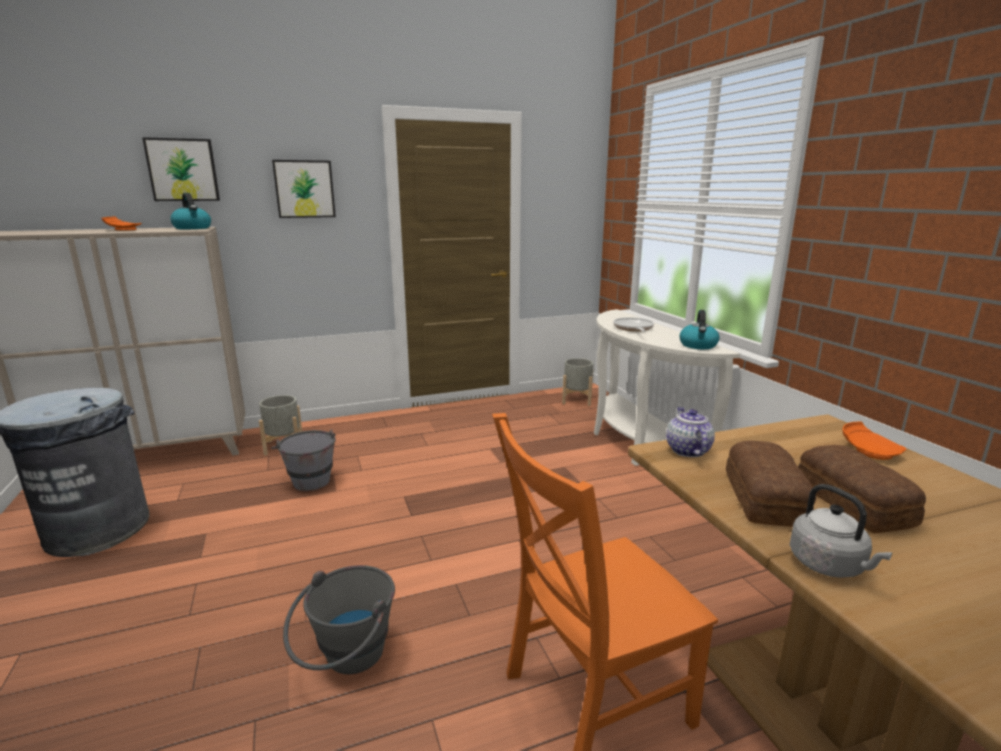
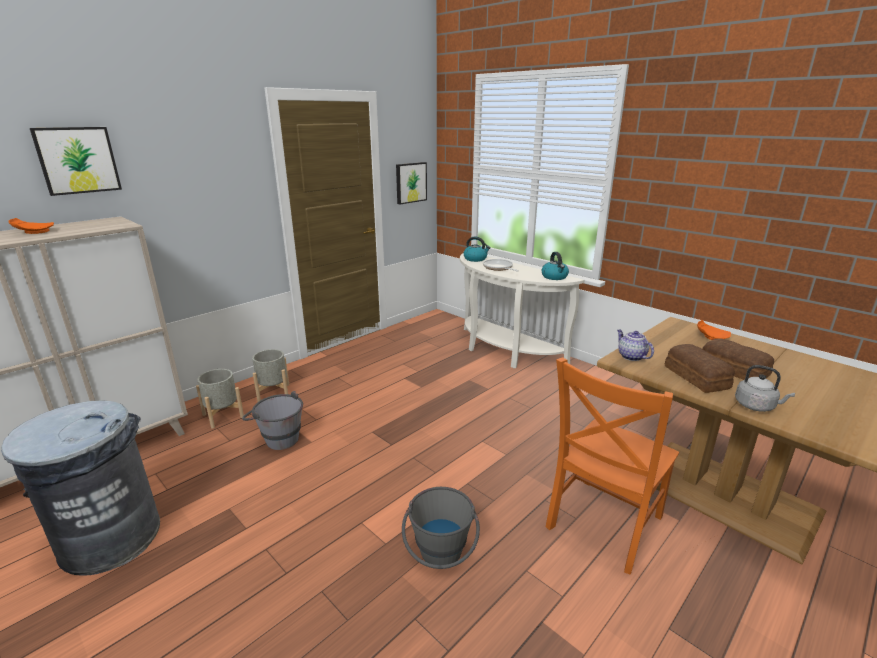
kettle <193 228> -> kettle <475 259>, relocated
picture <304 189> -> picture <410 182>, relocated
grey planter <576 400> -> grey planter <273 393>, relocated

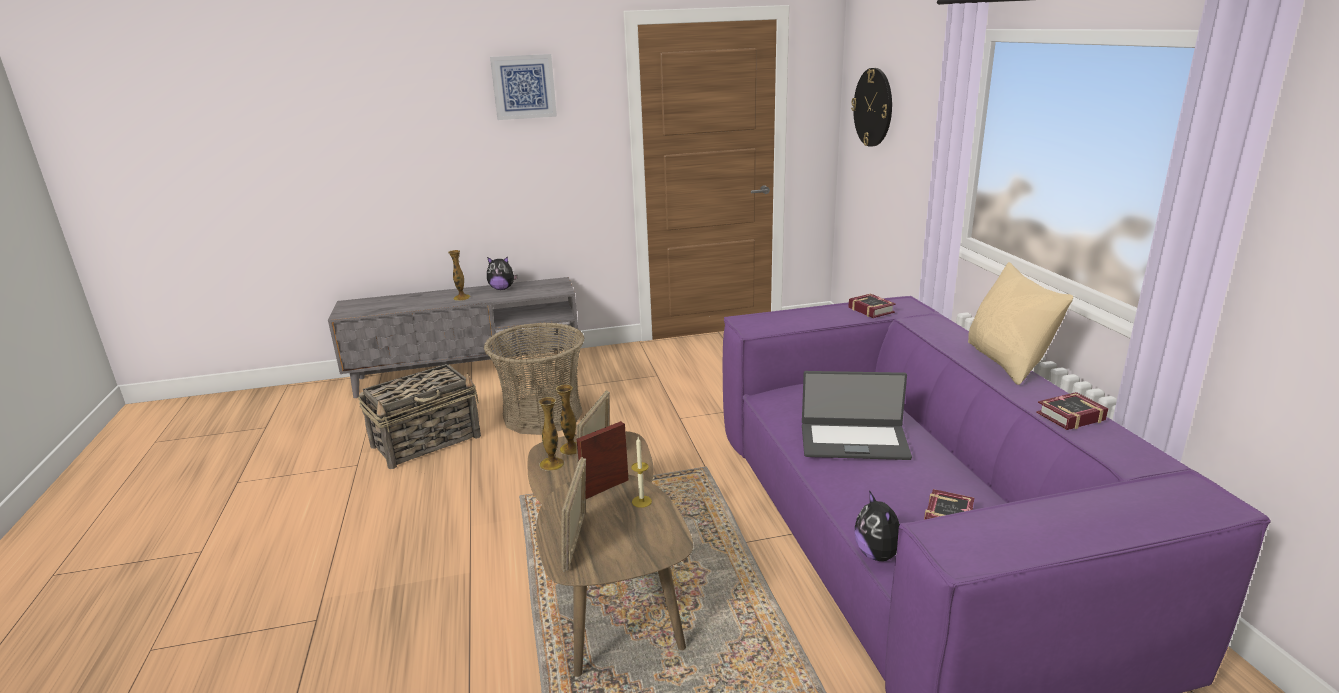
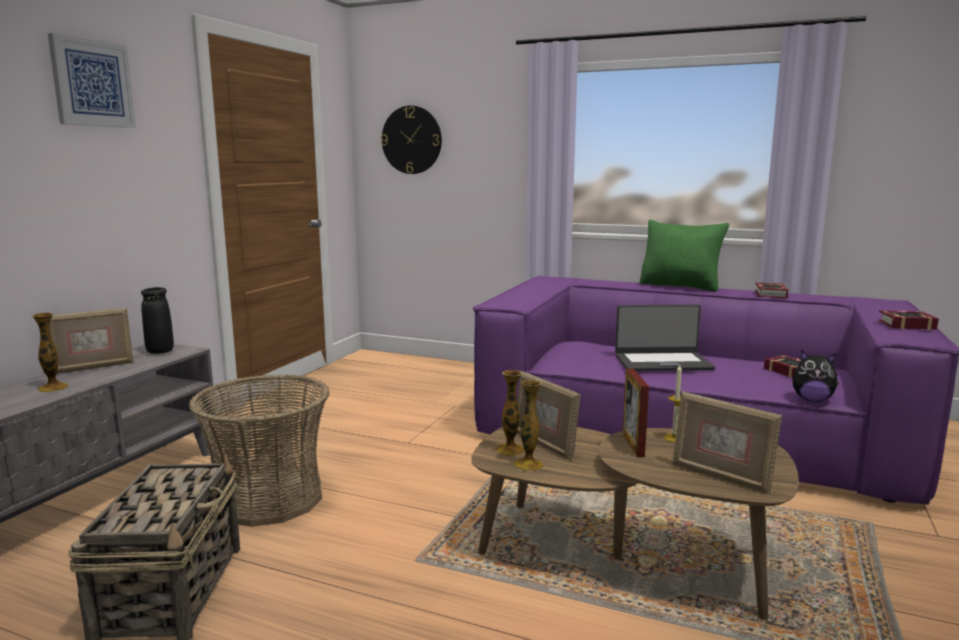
plush toy <502 289> -> picture frame <93 368>
laptop <853 441> -> laptop <662 362>, 45 degrees clockwise
book <870 309> -> book <903 325>, relocated
beige pillow <1007 362> -> green pillow <680 286>
none -> black vase <160 351>

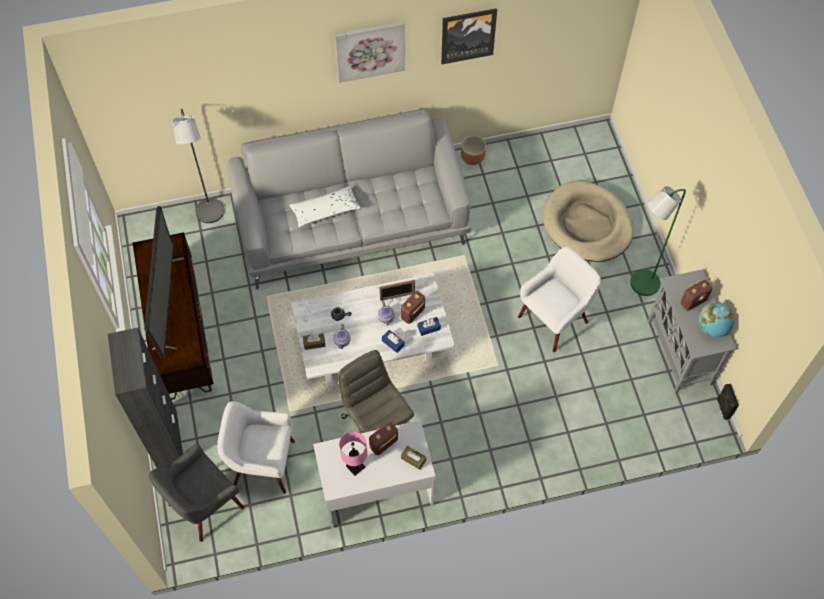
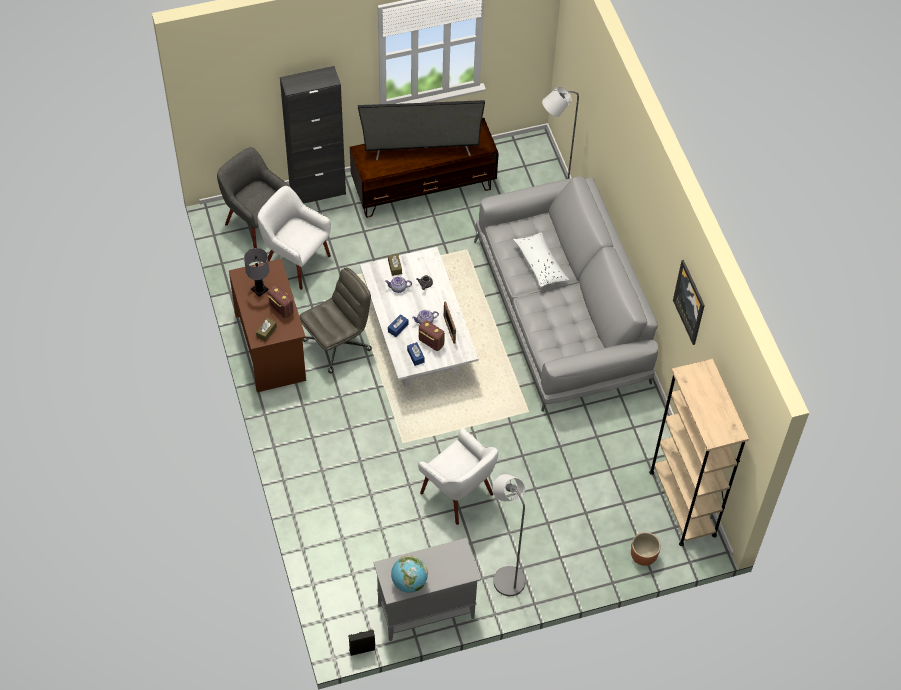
white armchair <263 463> -> white armchair <296 261>, 60 degrees counterclockwise
white desk <376 490> -> brown desk <271 347>
picture <370 50> -> none
pink table lamp <356 466> -> grey table lamp <259 290>
brown planter <472 157> -> brown planter <643 556>, relocated
beige dog bed <587 224> -> none
green floor lamp <640 285> -> grey floor lamp <505 576>
radio <693 301> -> none
none -> beige bookcase <682 503>

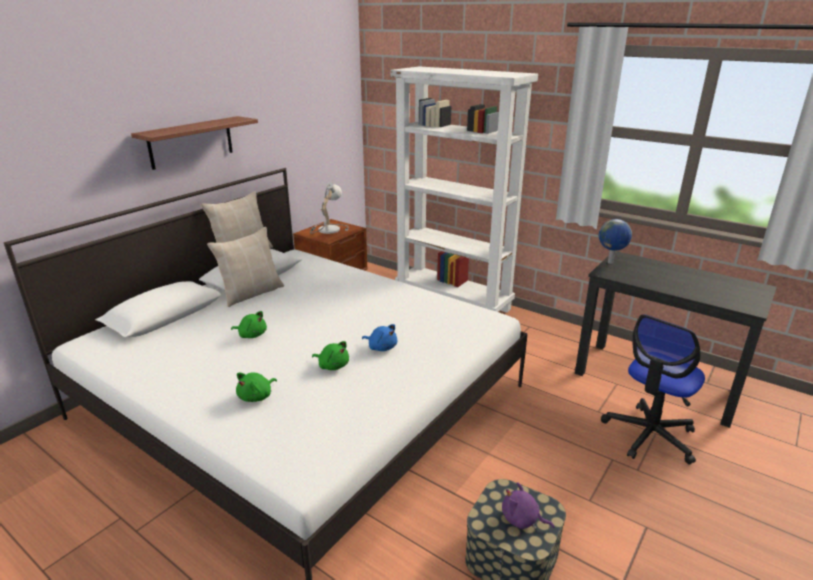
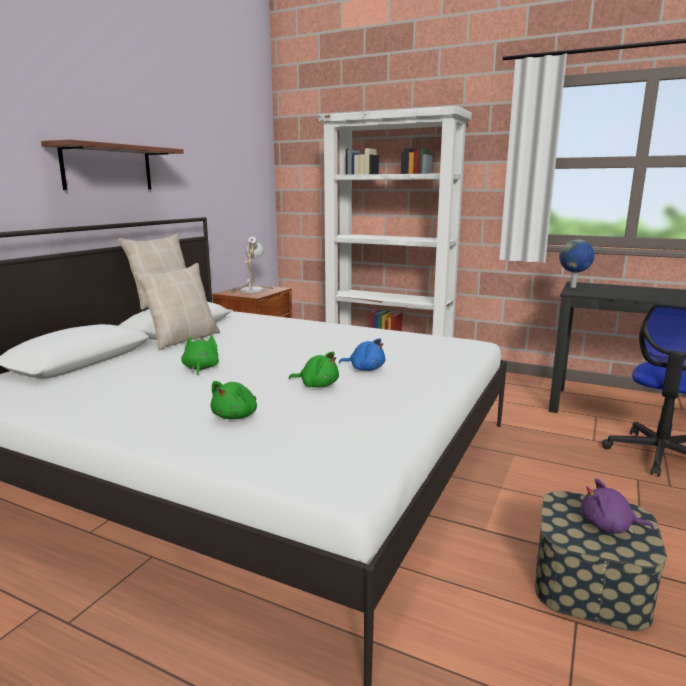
green plush toy <251 335> -> green plush toy <200 368>, 105 degrees counterclockwise

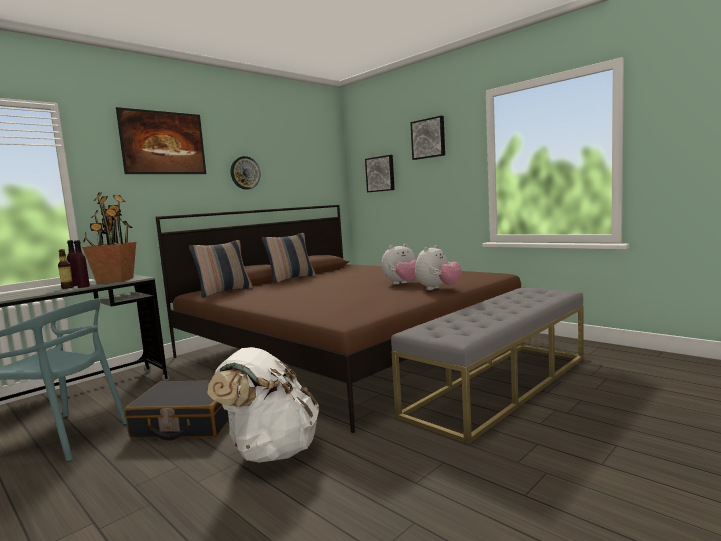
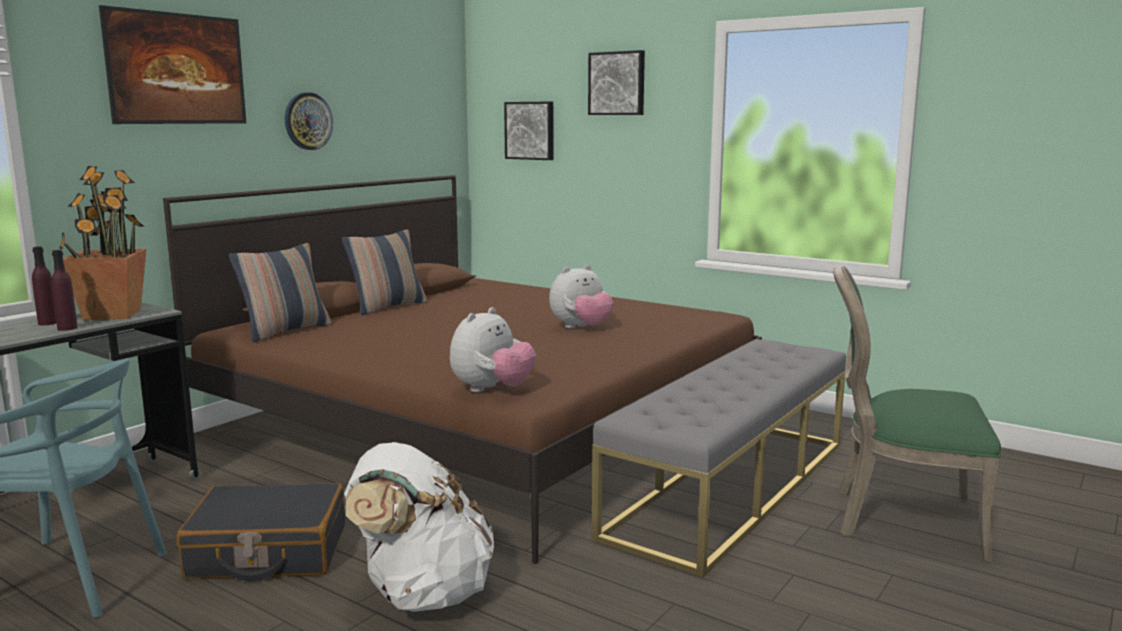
bottle <67 288> -> none
plush toy <438 289> -> plush toy <492 390>, relocated
none -> green chair <900 519>

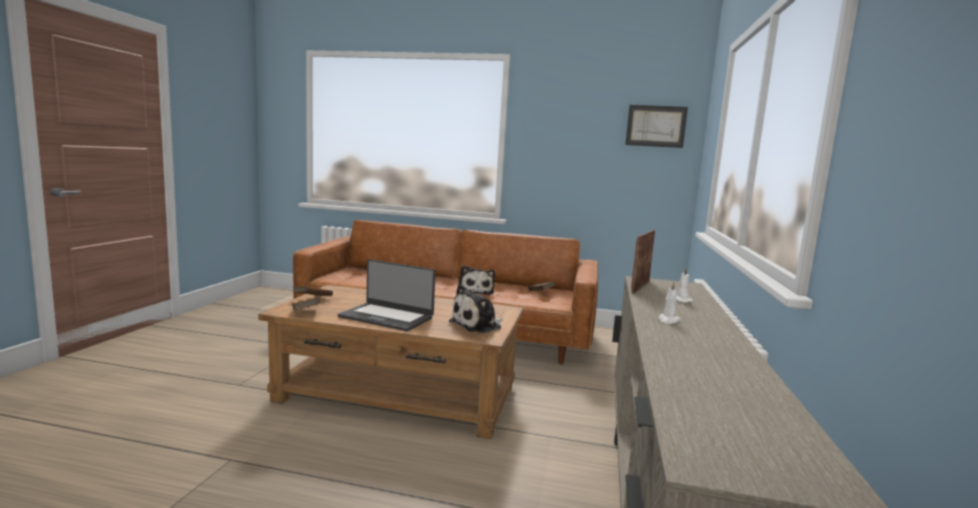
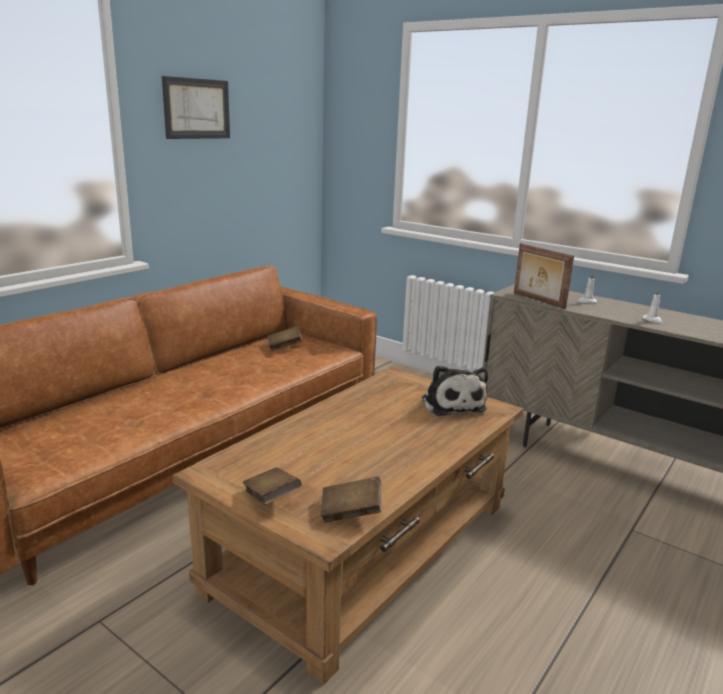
laptop <387 317> -> none
plush toy <475 291> -> none
picture <655 126> -> picture <197 109>, relocated

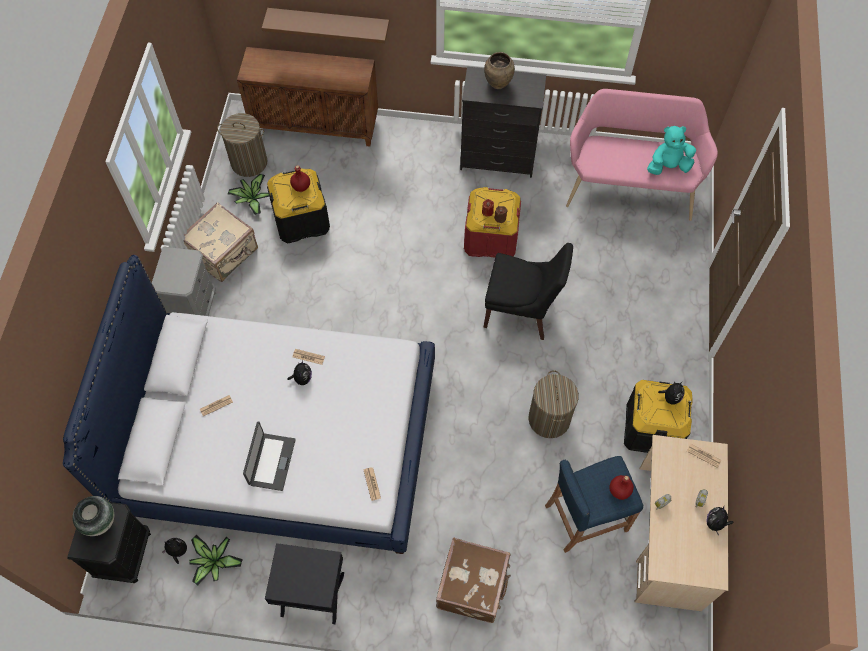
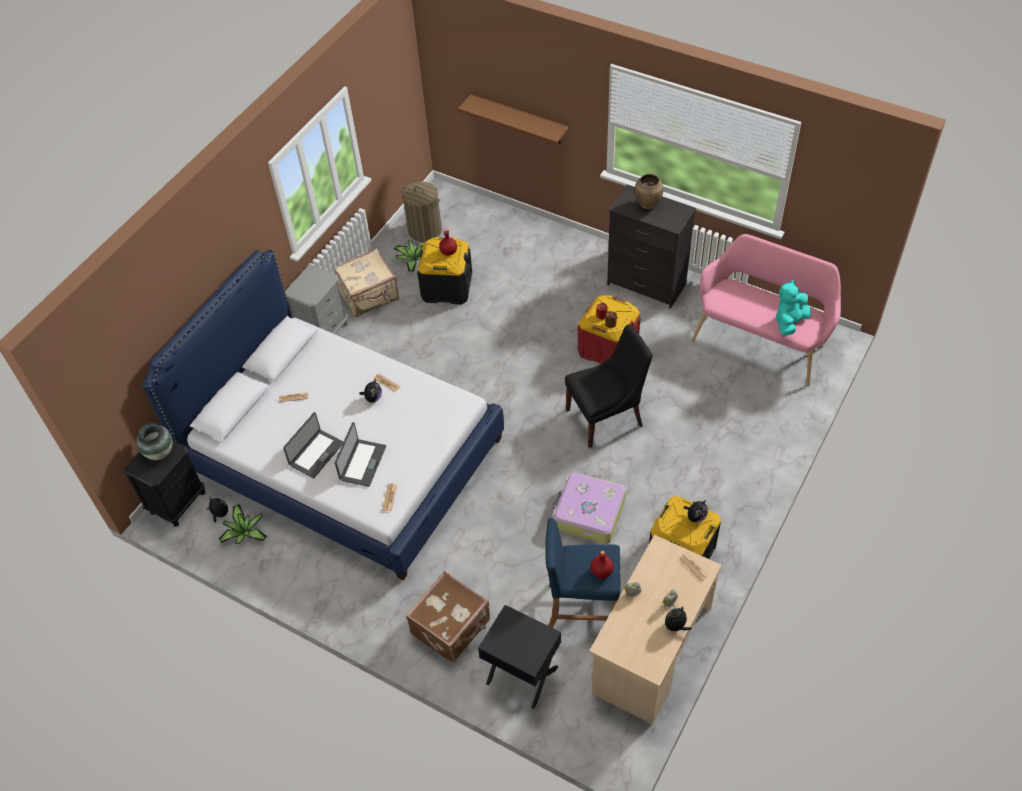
brown cabinet <316 125> -> none
black nightstand <312 595> -> black nightstand <521 676>, relocated
black chair <521 311> -> black chair <606 417>, 60 degrees counterclockwise
laundry basket <549 419> -> suitcase <588 514>
turquoise plush toy <668 166> -> turquoise plush toy <789 322>, 60 degrees counterclockwise
none -> laptop <362 463>

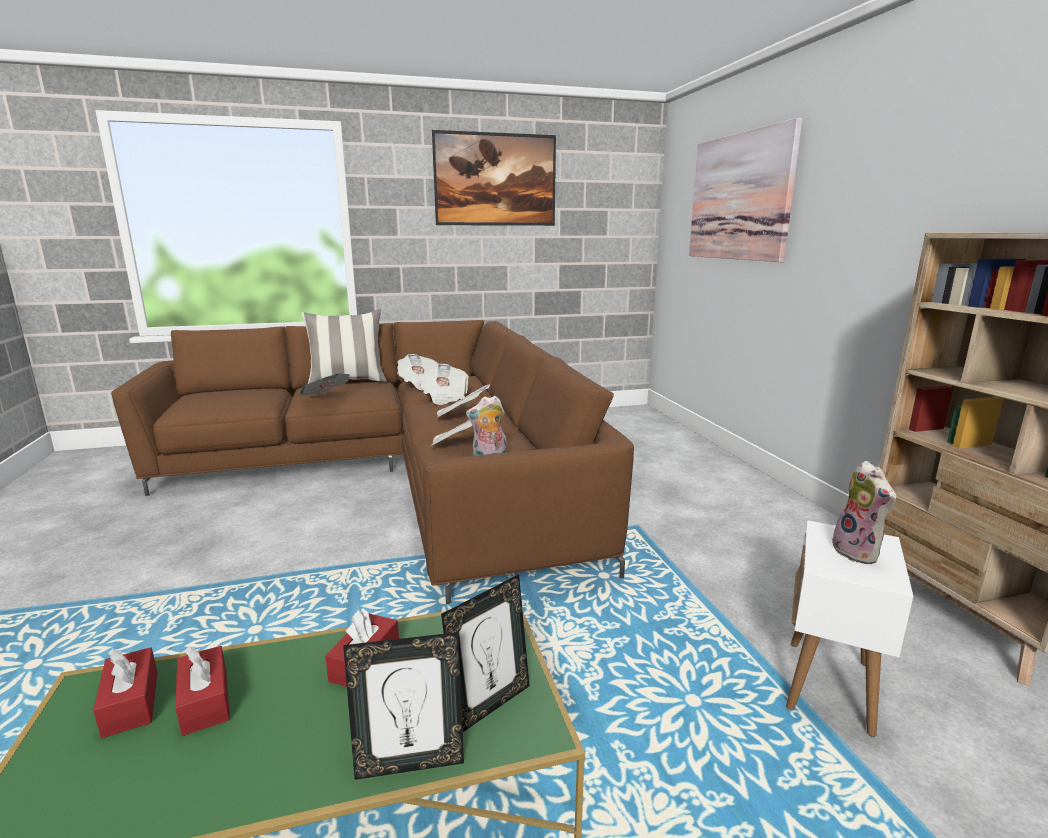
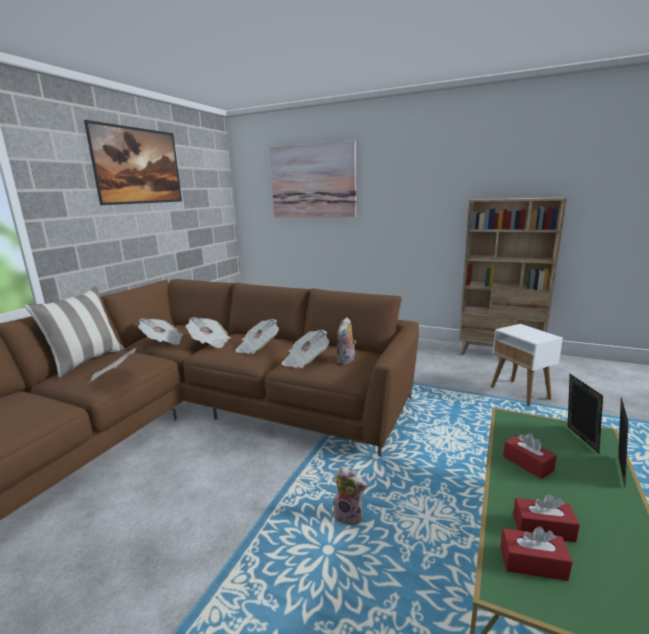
plush toy <859 553> -> plush toy <349 516>, relocated

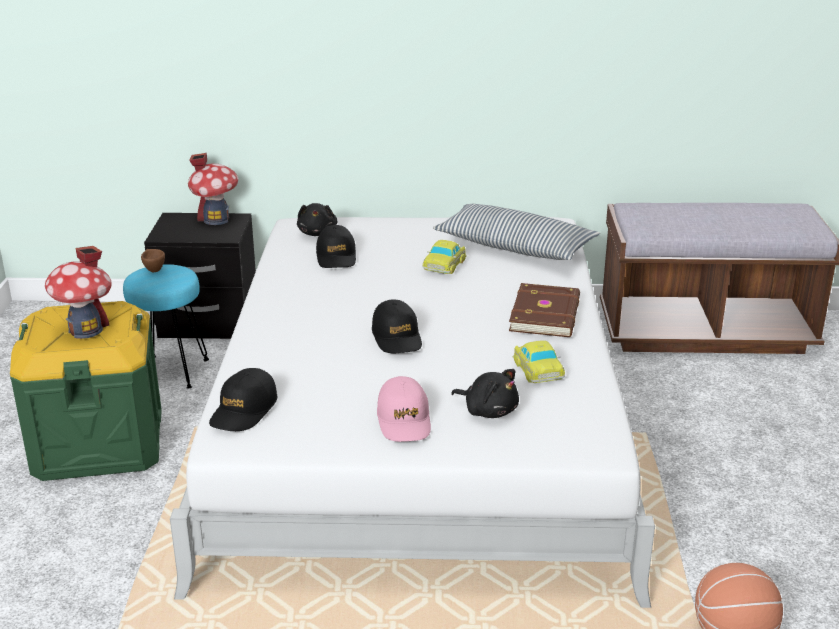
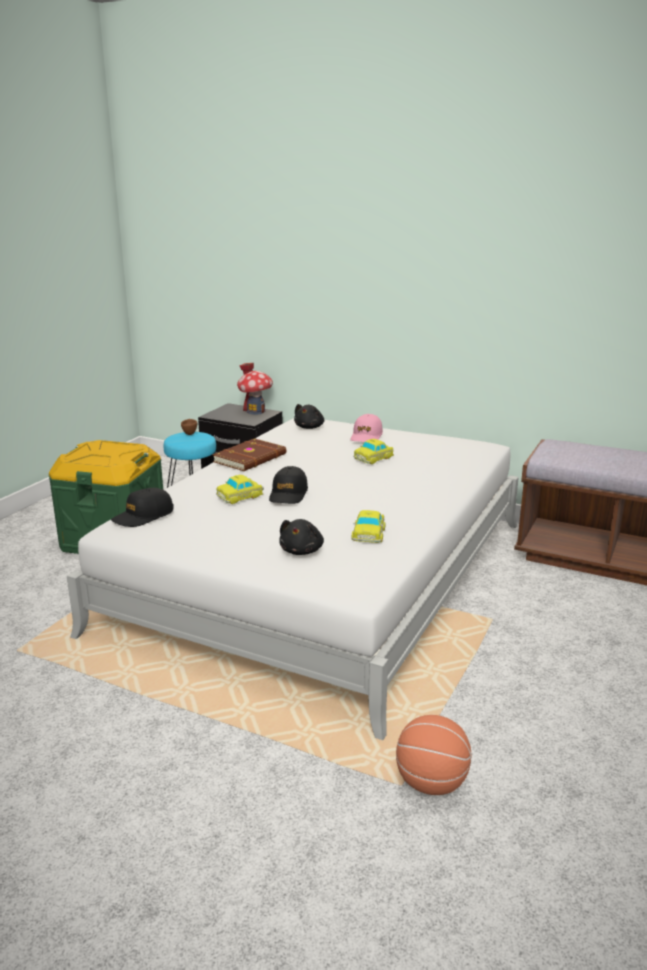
toy house <86 330> -> none
black cap <336 257> -> none
pink cap <404 420> -> pink cap <366 436>, relocated
pillow <515 247> -> none
black plush toy <488 411> -> black plush toy <302 551>, 45 degrees clockwise
brown book <547 314> -> brown book <251 458>, relocated
none -> toy car <240 496>

